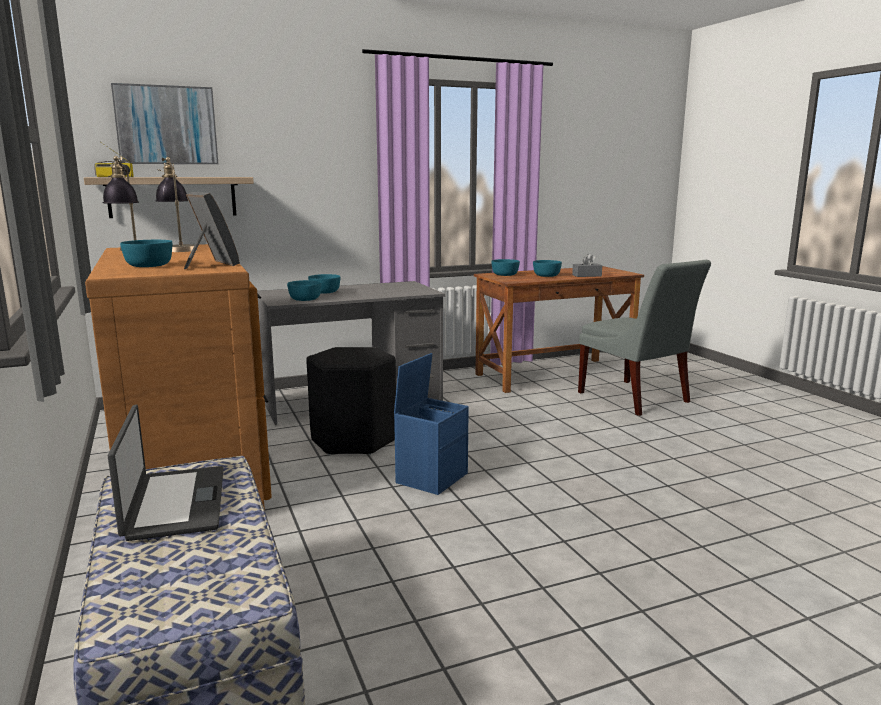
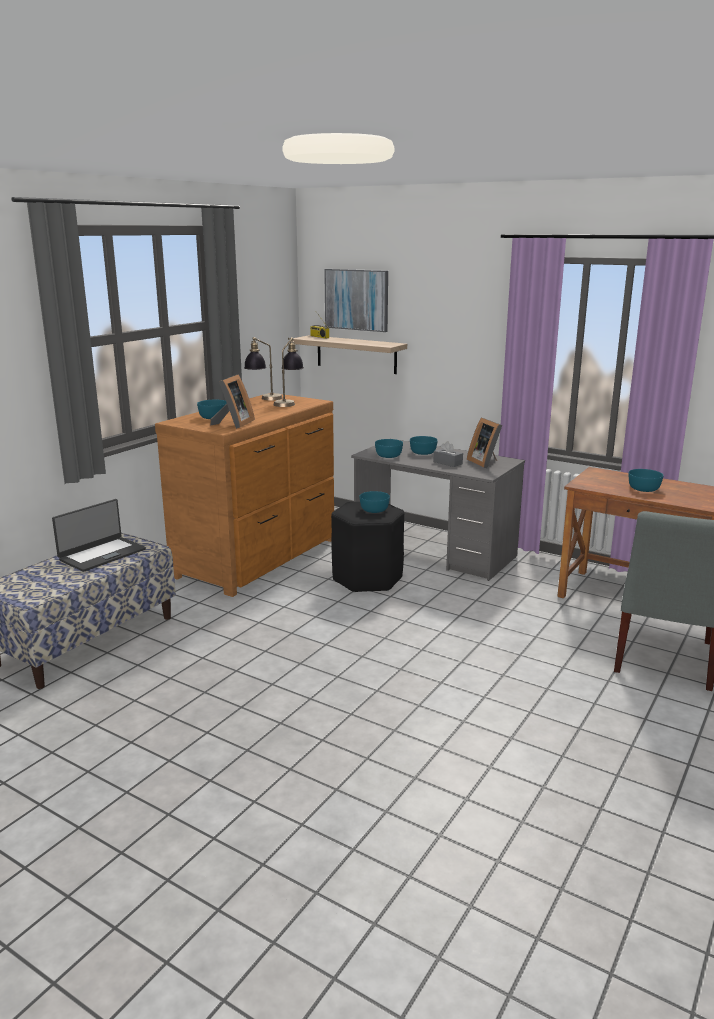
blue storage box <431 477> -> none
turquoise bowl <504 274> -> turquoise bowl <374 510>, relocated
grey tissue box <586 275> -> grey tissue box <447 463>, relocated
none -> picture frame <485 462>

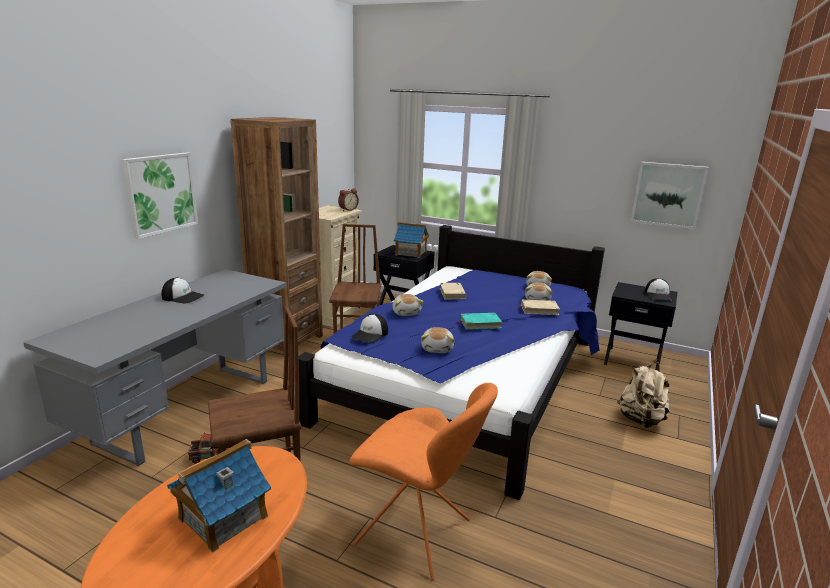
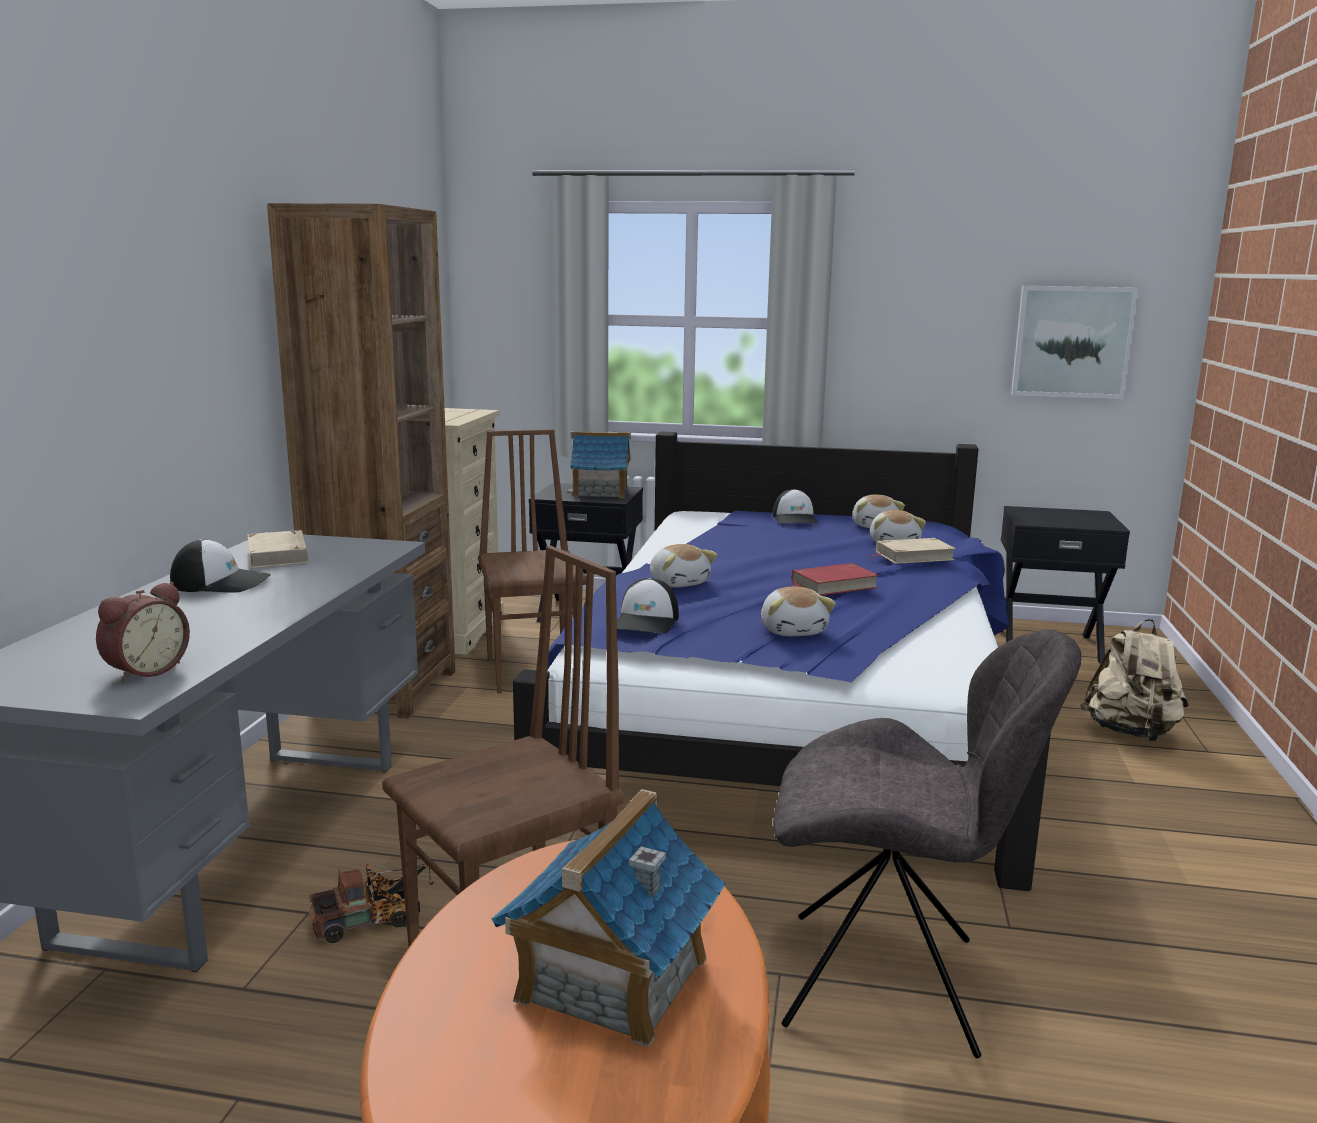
picture <161 193> -> none
alarm clock <347 209> -> alarm clock <145 670>, relocated
orange chair <417 534> -> grey chair <891 983>
beige book <452 293> -> beige book <278 555>, relocated
turquoise book <480 323> -> red book <833 585>
cap <658 295> -> cap <795 519>, relocated

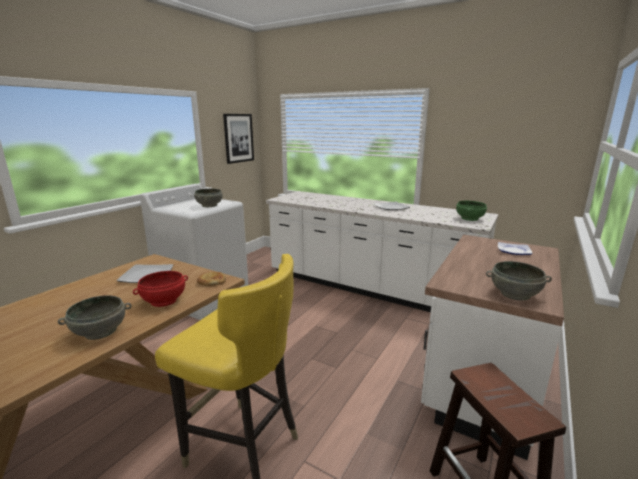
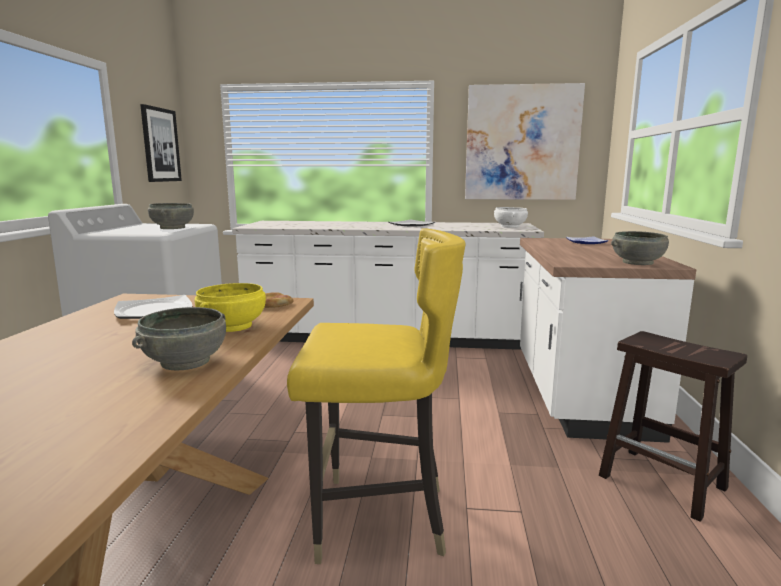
red bowl <164 301> -> yellow bowl <233 326>
green bowl <469 218> -> white bowl <509 226>
none -> picture <522 143>

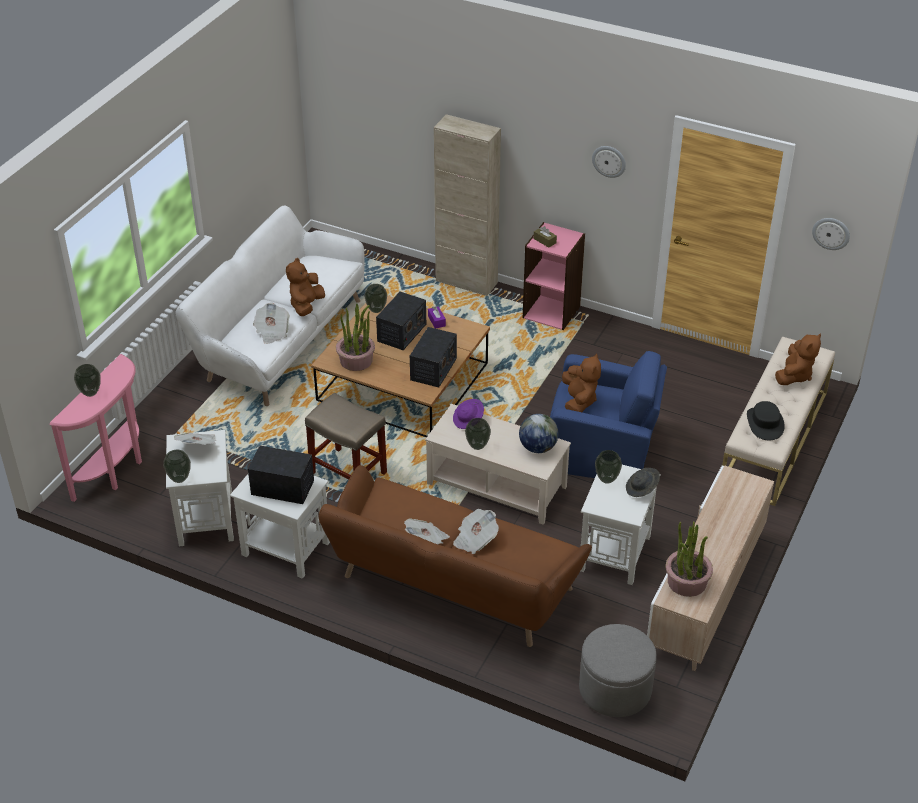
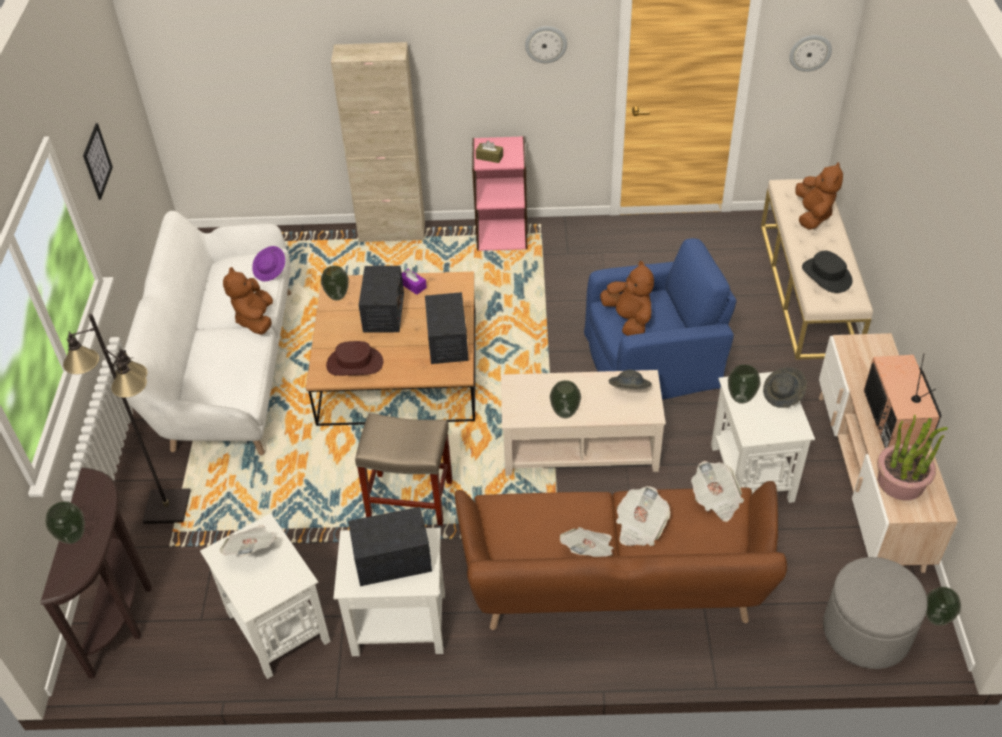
pink console table <116 470> -> brown console table <125 611>
vase <180 479> -> vase <936 618>, relocated
newspaper <272 332> -> newspaper <716 500>, relocated
potted plant <356 360> -> brown hat <355 363>
purple hat <468 420> -> purple hat <270 271>, relocated
globe <537 447> -> grey hat <629 389>
none -> black floor lamp <167 506>
none -> picture <97 161>
none -> television <896 420>

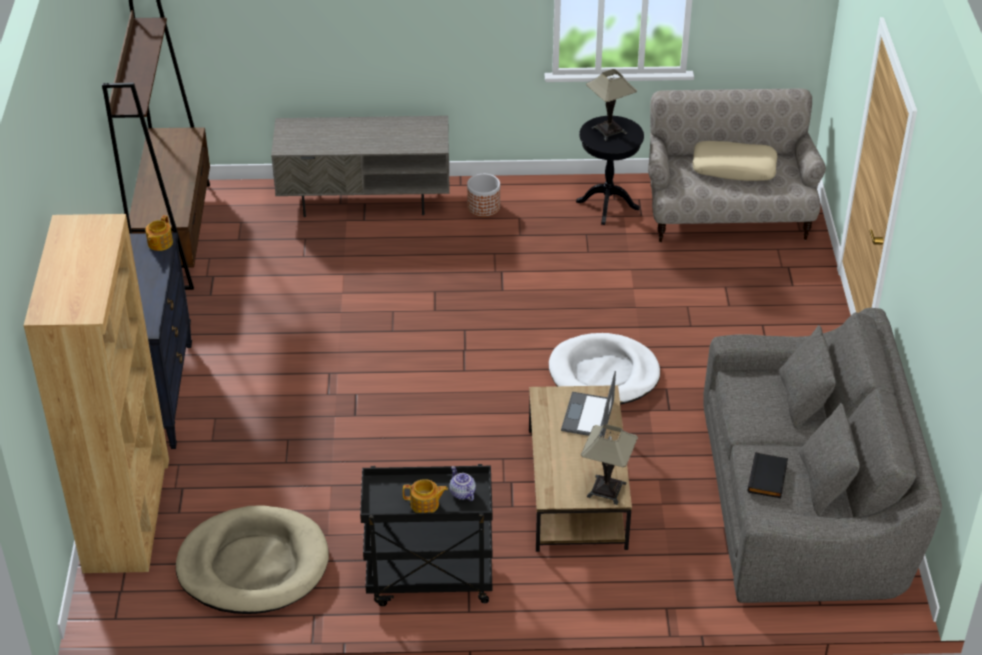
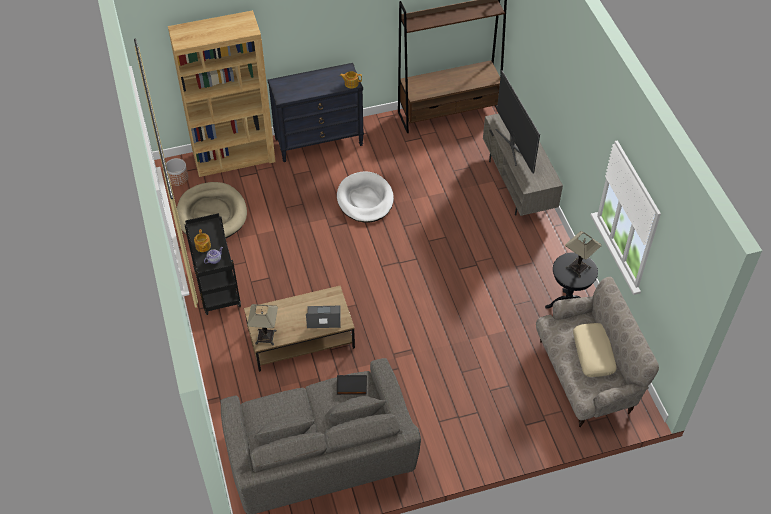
planter <483 207> -> planter <178 178>, relocated
white dog bed <603 374> -> white dog bed <365 199>, relocated
black book <768 478> -> black book <351 386>, relocated
none -> television <513 145>

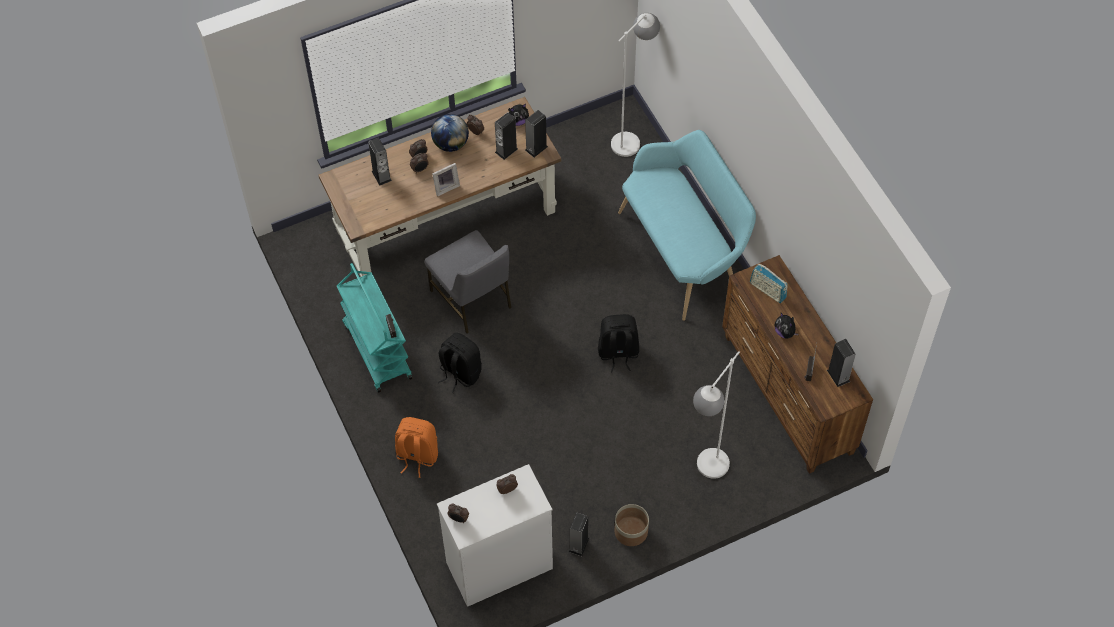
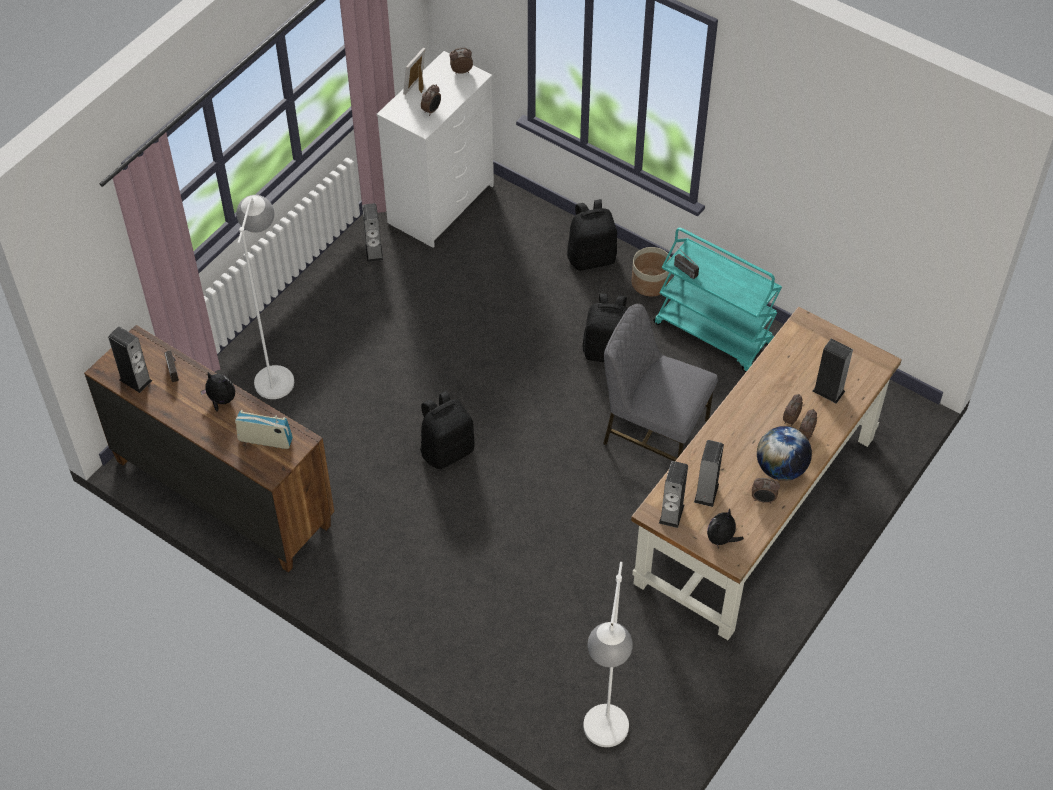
orange backpack <417 455> -> black backpack <591 257>
picture frame <446 187> -> picture frame <418 87>, relocated
planter <631 531> -> planter <650 282>, relocated
turquoise bench <684 252> -> none

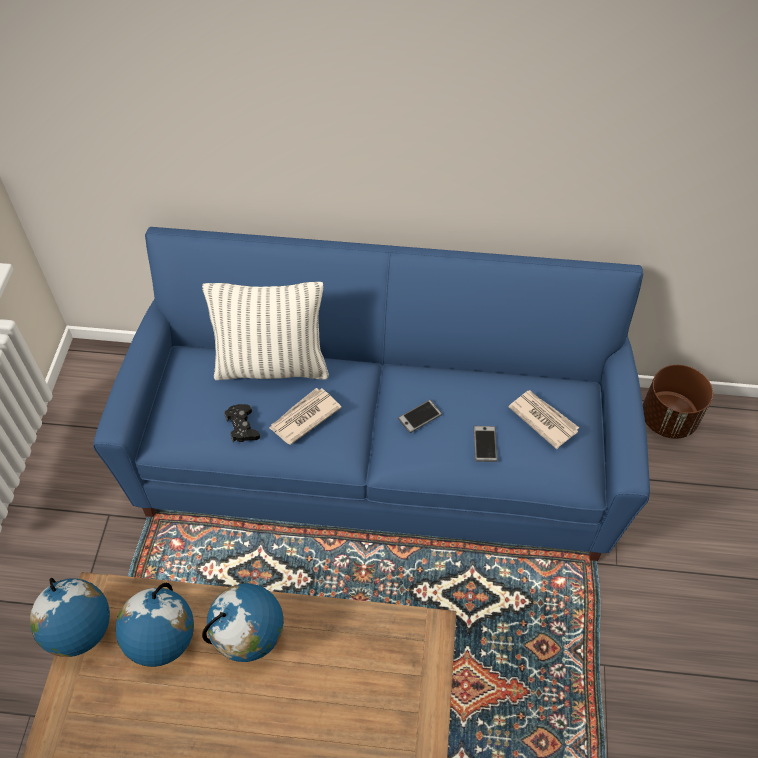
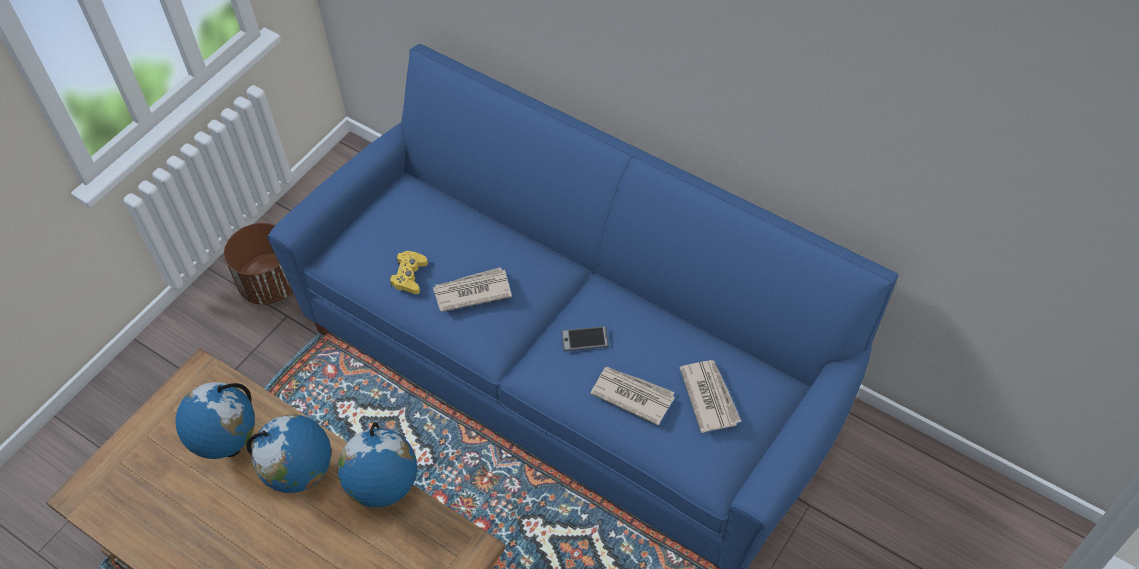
globe <84 637> -> globe <385 493>, relocated
pillow <272 366> -> none
black game controller <242 427> -> yellow game controller <409 276>
phone <485 444> -> newspaper <632 395>
brown planter <668 419> -> brown planter <271 284>, relocated

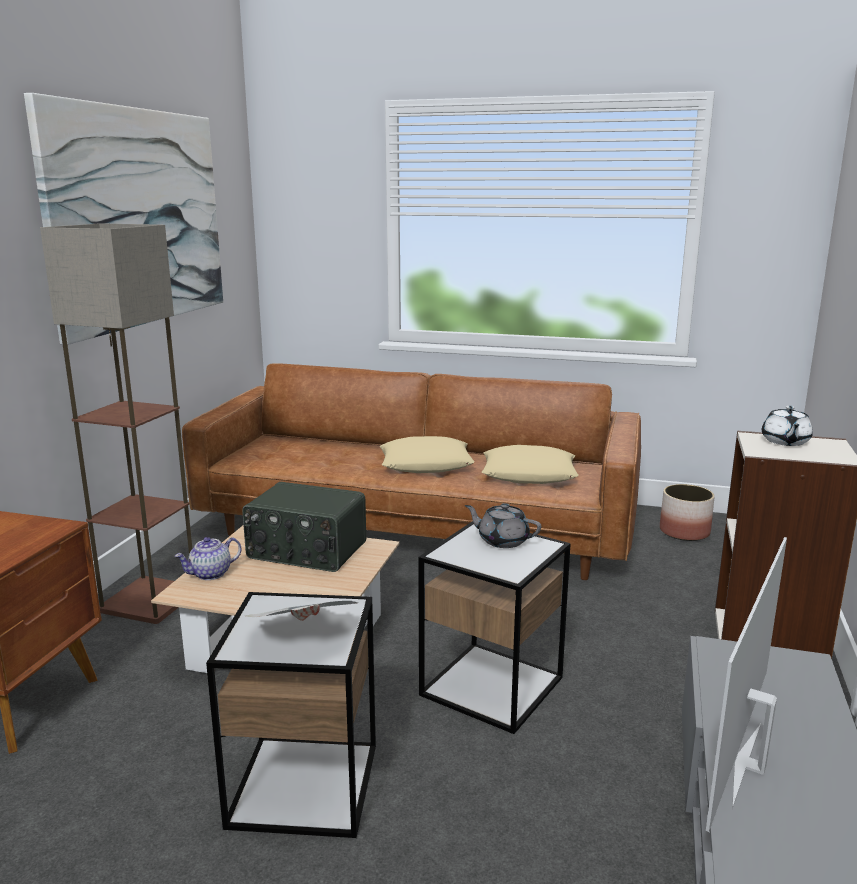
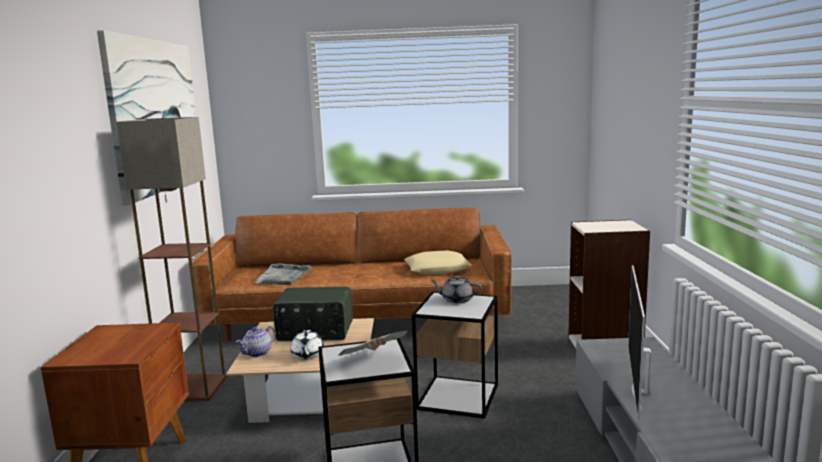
beige pillow <426 464> -> none
planter <684 532> -> none
white teapot <785 442> -> white teapot <307 355>, relocated
none -> grey tray <283 277>

